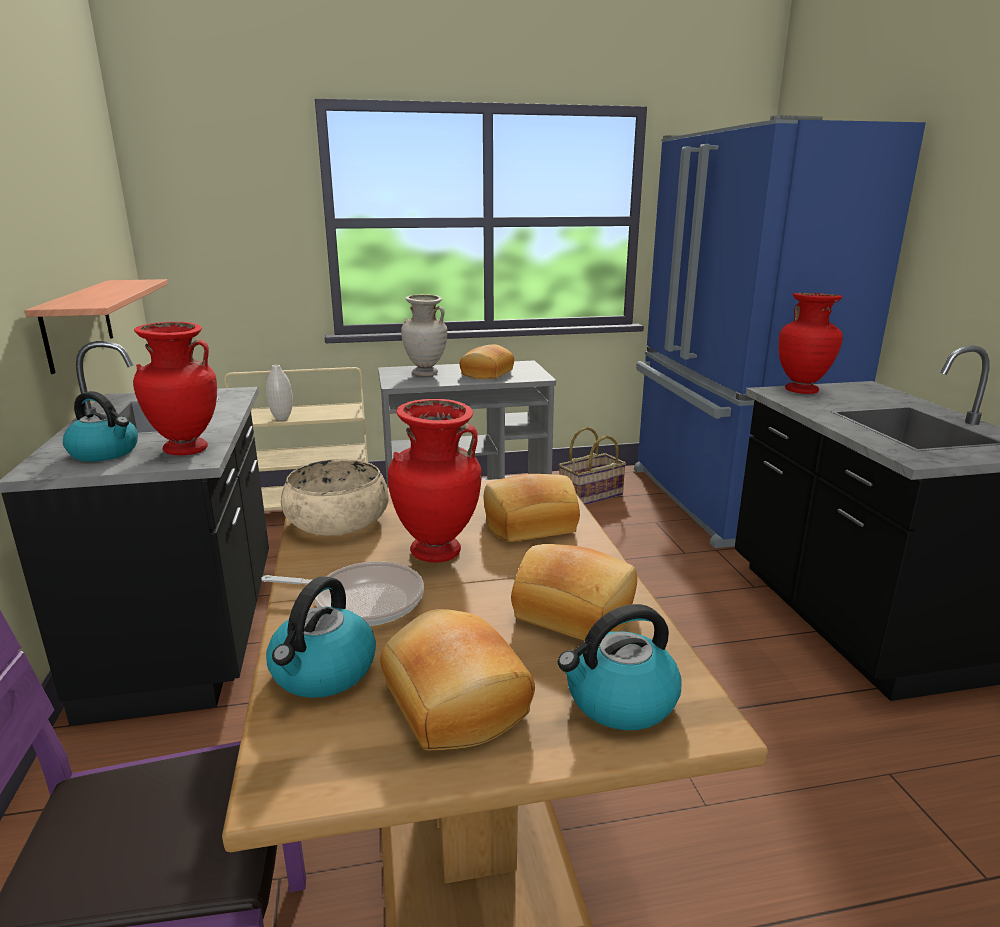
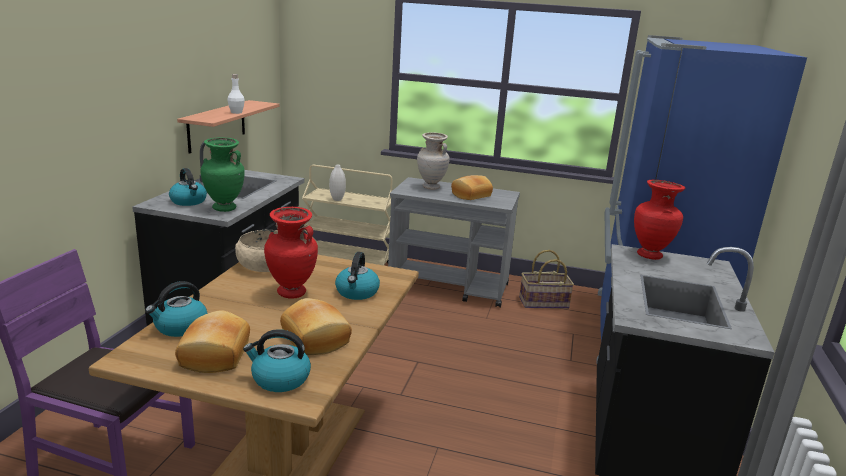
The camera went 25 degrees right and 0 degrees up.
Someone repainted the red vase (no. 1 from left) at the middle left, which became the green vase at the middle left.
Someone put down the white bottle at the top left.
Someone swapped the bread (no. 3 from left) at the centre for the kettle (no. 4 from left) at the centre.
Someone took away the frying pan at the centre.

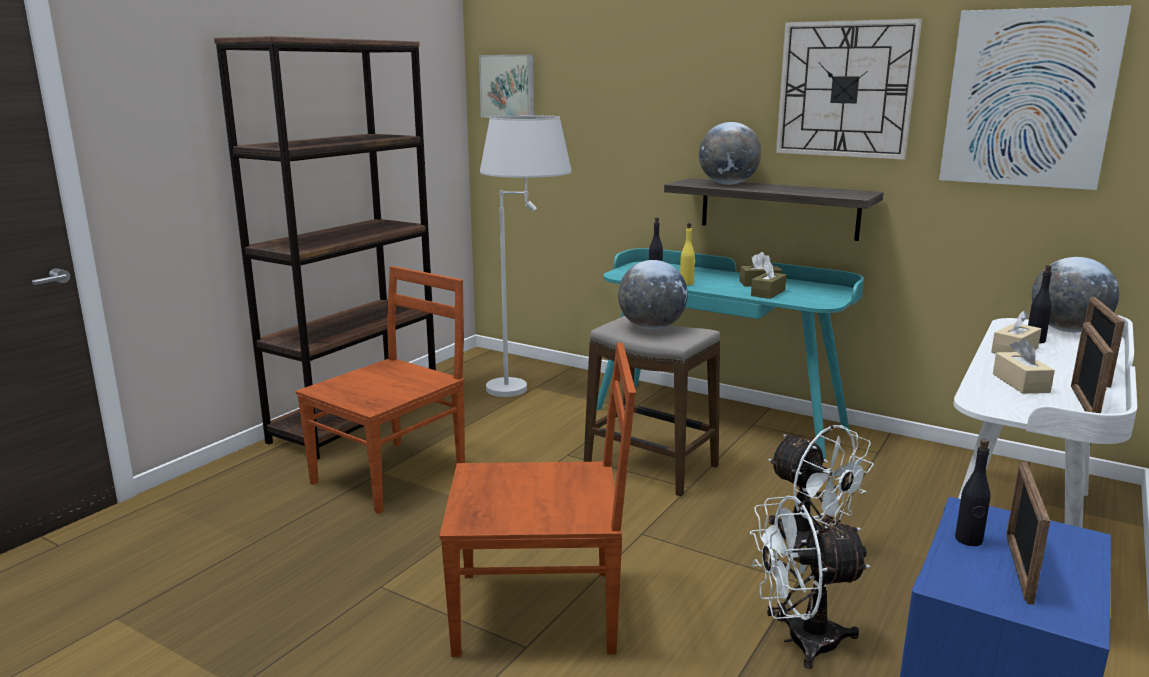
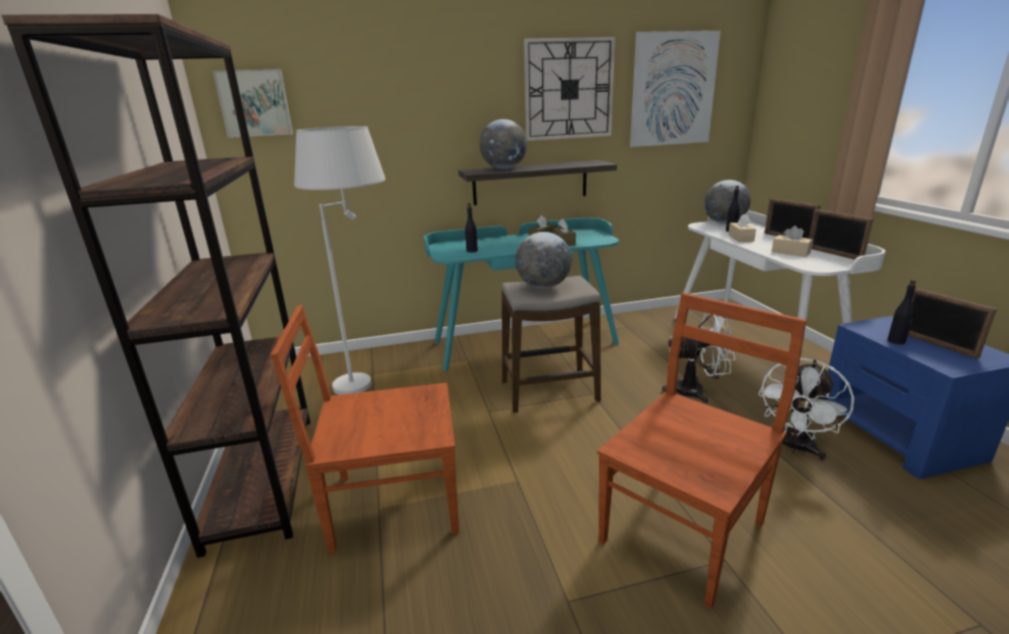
The camera went 45 degrees left and 5 degrees up.
Someone rotated the brown chair (no. 1 from left) at the middle left by 90 degrees counterclockwise.
Someone took away the yellow bottle at the centre.

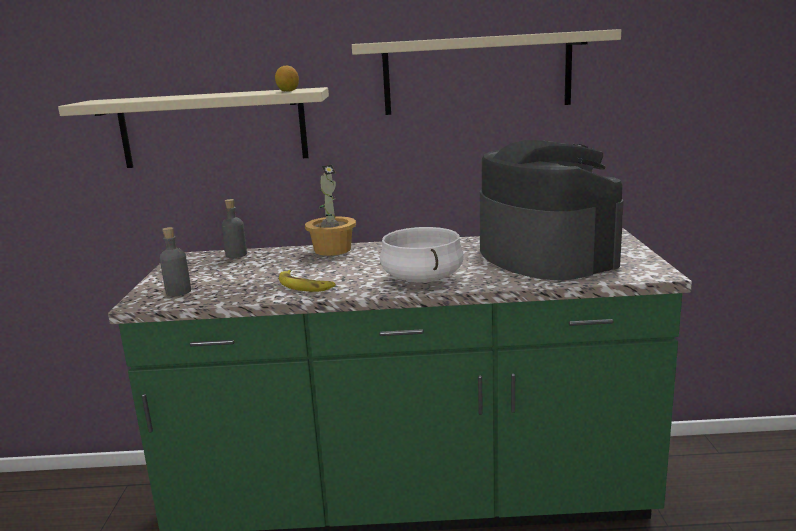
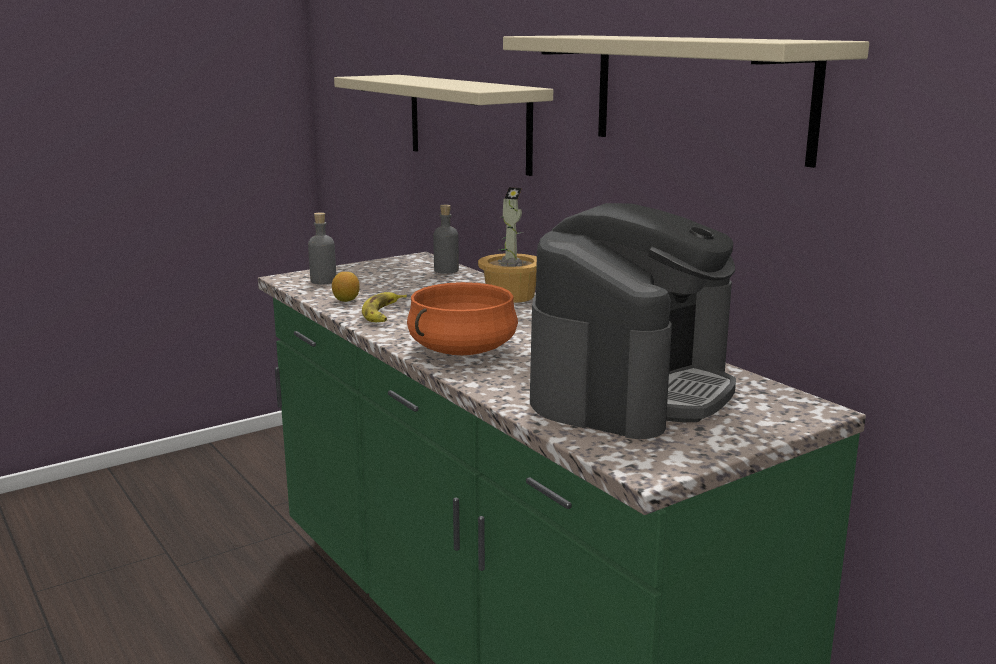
The camera went 55 degrees right and 0 degrees up.
Someone carried the lemon from the top centre to the centre.
Someone repainted the white cooking pot at the centre, which became the orange cooking pot at the centre.

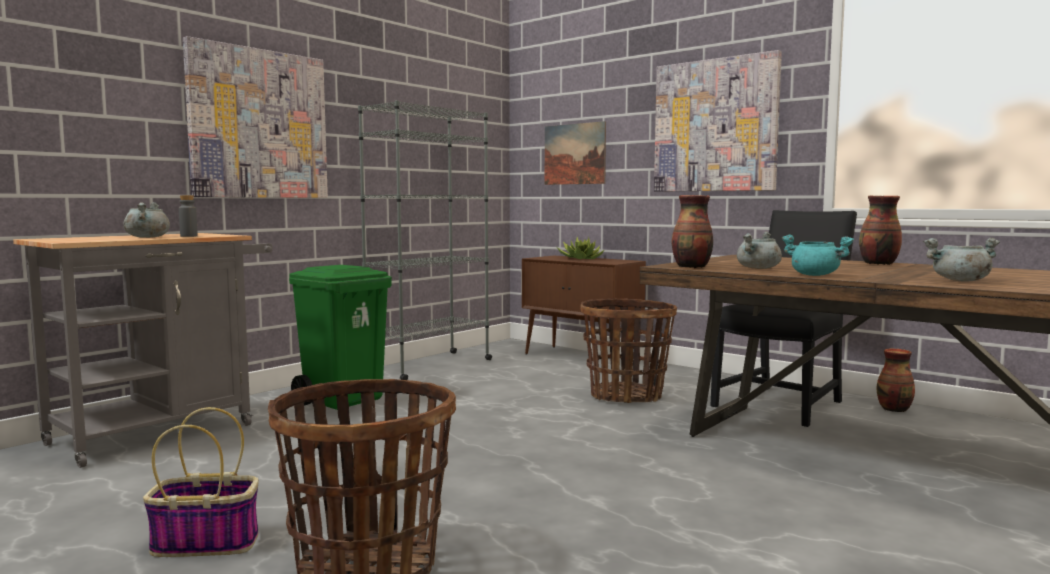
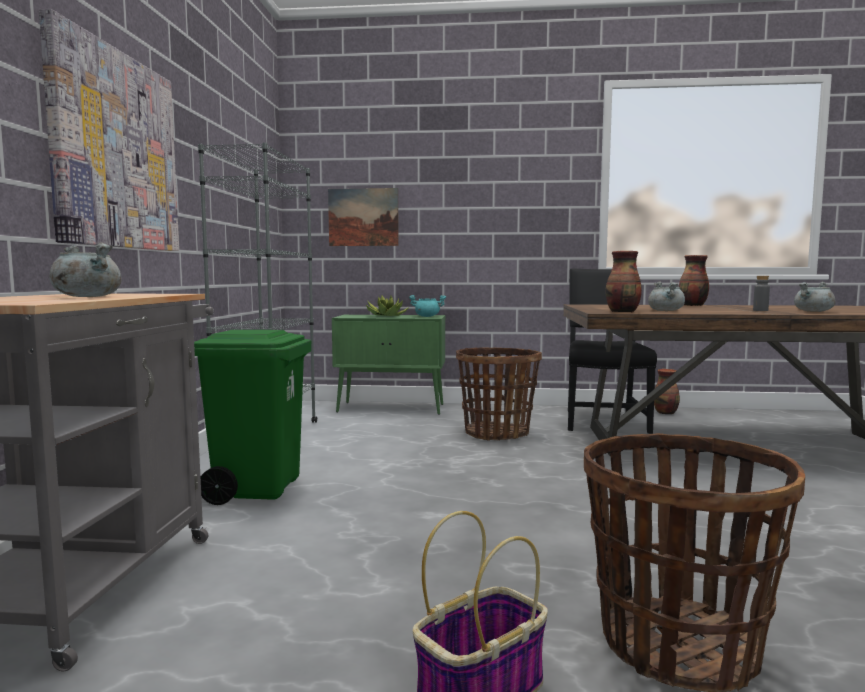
The camera went 35 degrees left and 0 degrees up.
Someone repainted the brown cabinet at the centre, which became the green cabinet at the centre.
Someone carried the turquoise cooking pot from the middle right to the centre.
Someone carried the grey bottle from the middle left to the middle right.
Someone took away the picture (no. 3 from left) at the top right.

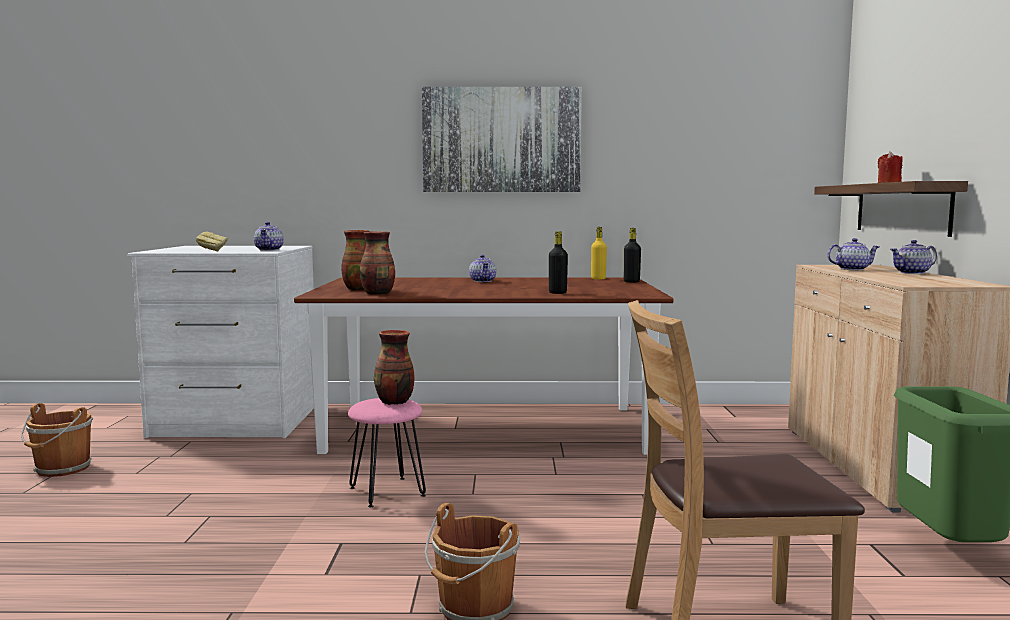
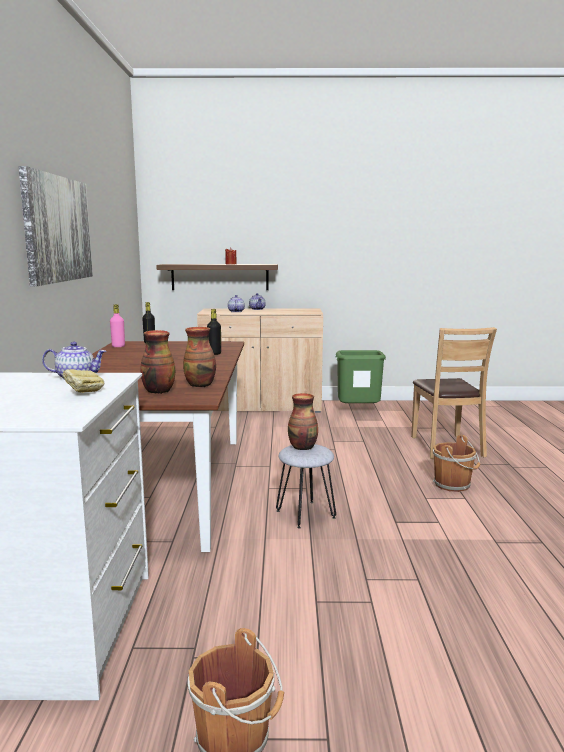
The camera went 90 degrees left and 5 degrees up.
Someone repainted the yellow bottle at the centre, which became the pink bottle at the middle left.
Someone repainted the pink stool at the bottom centre, which became the grey stool at the centre.
Someone took away the teapot (no. 2 from left) at the centre.

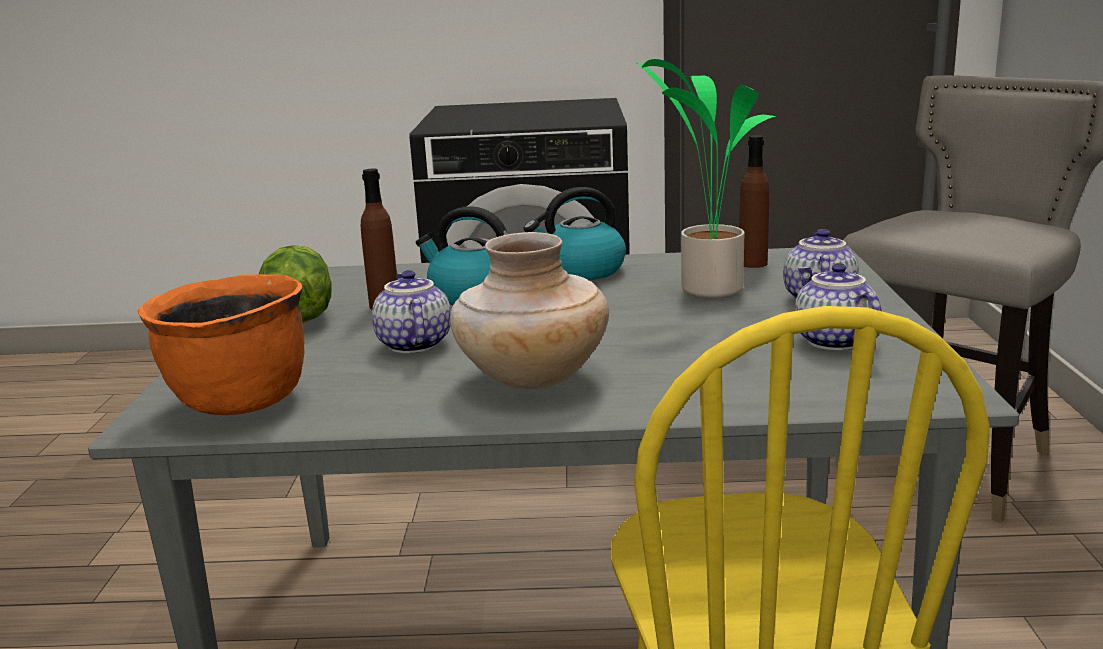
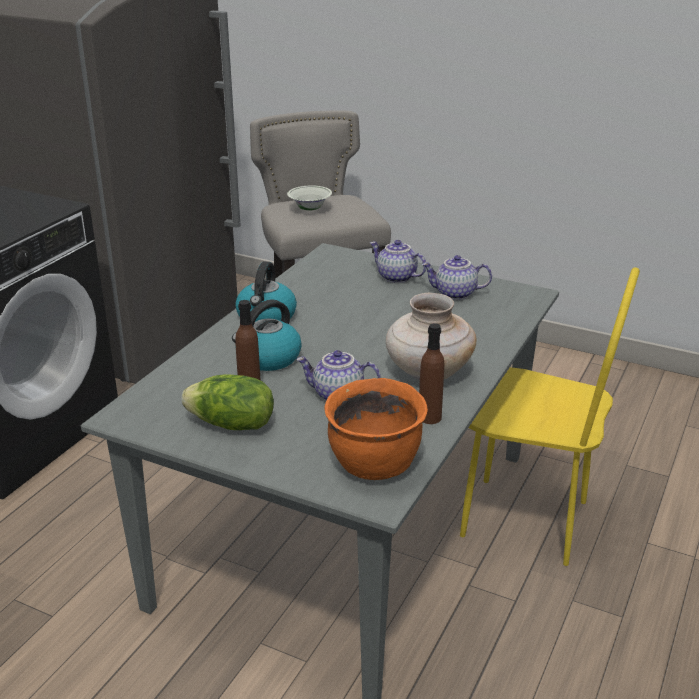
The camera went 65 degrees left and 10 degrees up.
Someone put down the white bowl at the top centre.
Someone carried the brown bottle (no. 2 from left) from the top right to the centre.
Someone took away the potted plant at the top centre.

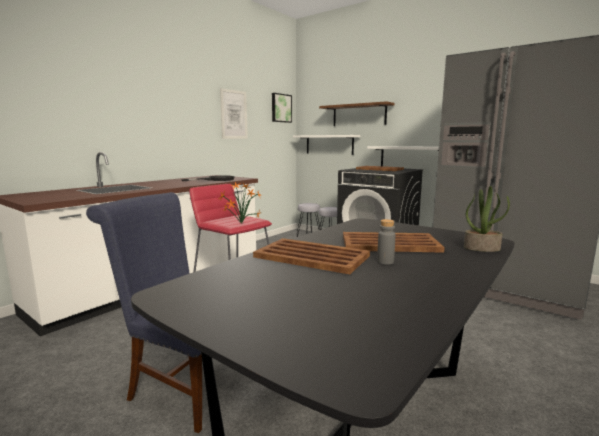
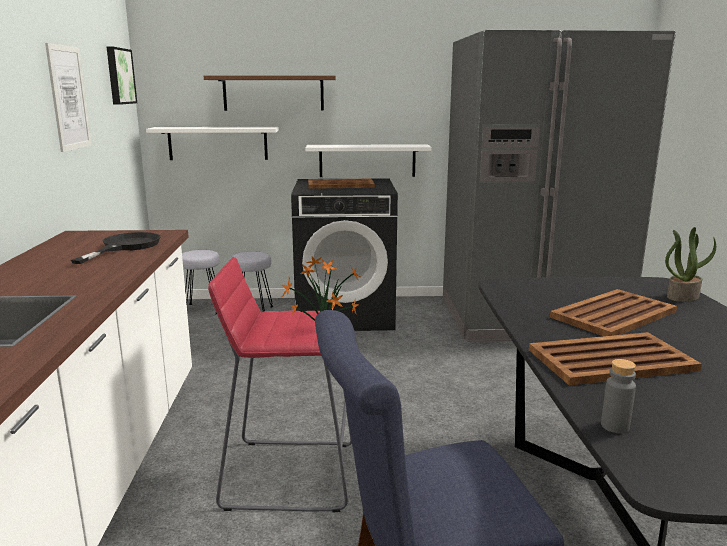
The camera went 40 degrees left and 5 degrees up.
Someone carried the grey bottle from the centre to the bottom right.

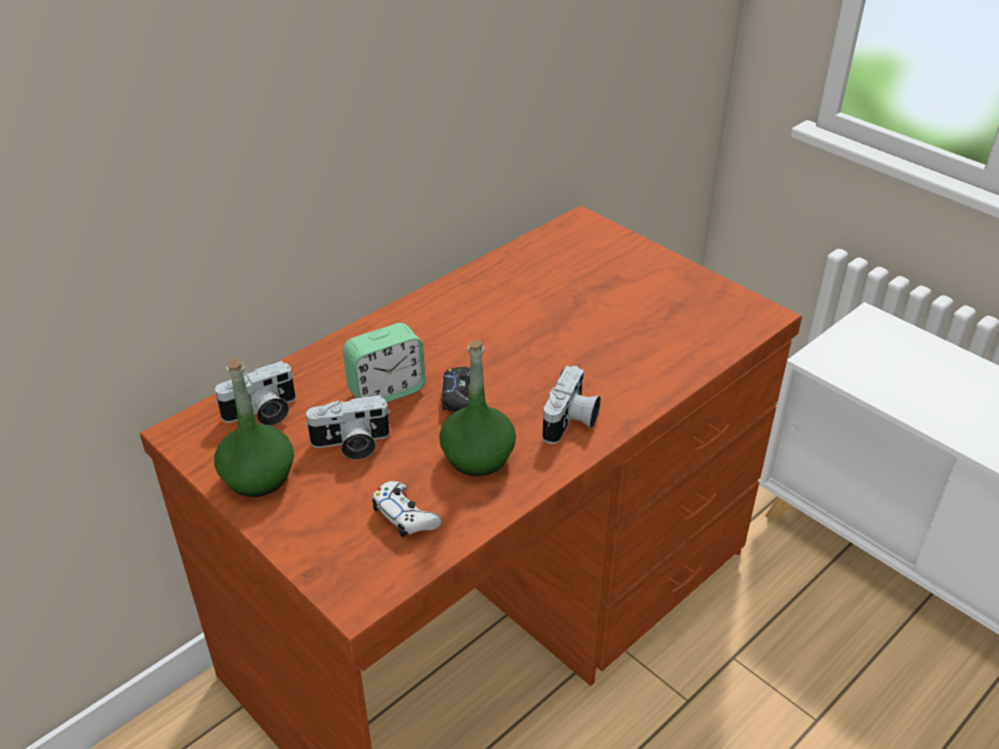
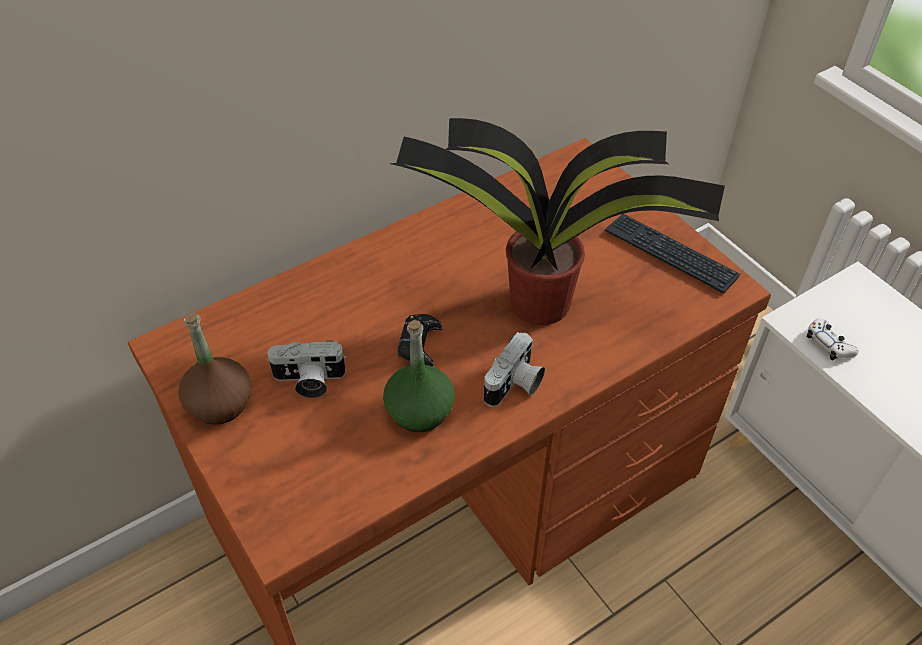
The camera went 10 degrees right and 10 degrees up.
Someone repainted the green bottle (no. 1 from left) at the middle left, which became the brown bottle at the middle left.
Someone put down the potted plant at the centre.
Someone put down the keyboard at the middle right.
Someone carried the white game controller from the bottom centre to the middle right.
Someone took away the photo camera (no. 1 from left) at the middle left.
Someone took away the alarm clock at the centre.

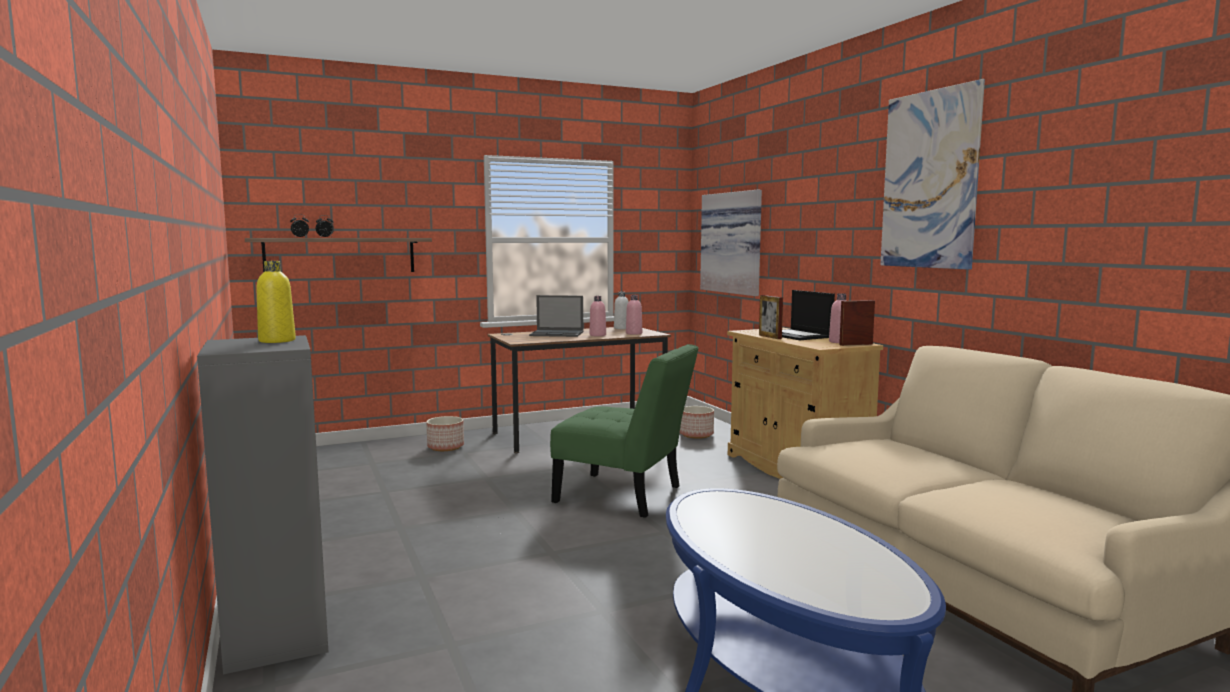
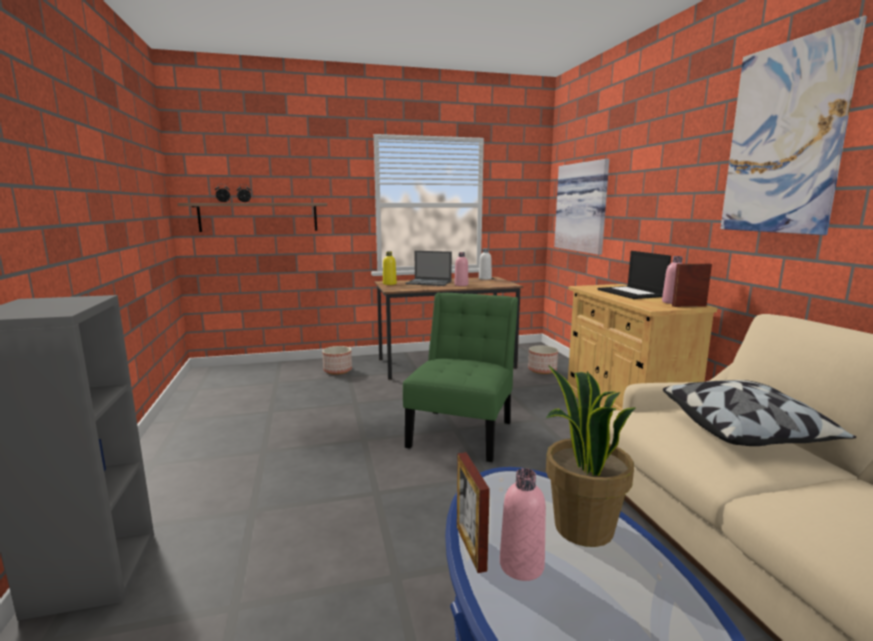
The camera went 10 degrees right and 5 degrees up.
Someone carried the yellow bottle from the middle left to the centre.
Someone rotated the green chair at the centre by 105 degrees counterclockwise.
Someone carried the picture frame (no. 1 from left) from the centre to the bottom centre.
Someone carried the pink bottle (no. 2 from left) from the centre to the bottom centre.
Someone put down the potted plant at the bottom right.
Someone put down the pillow at the middle right.

